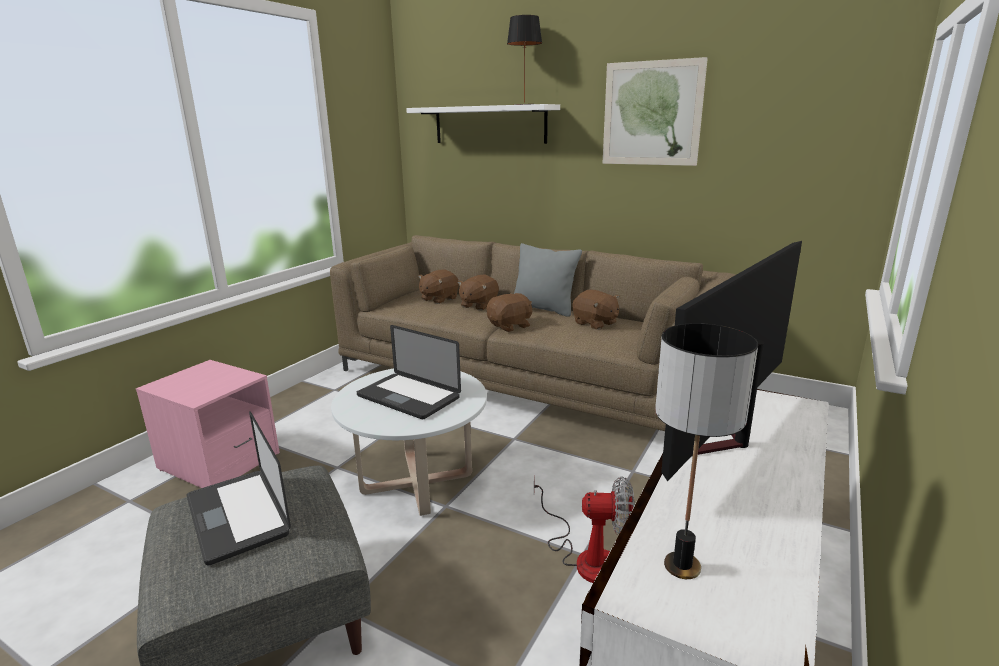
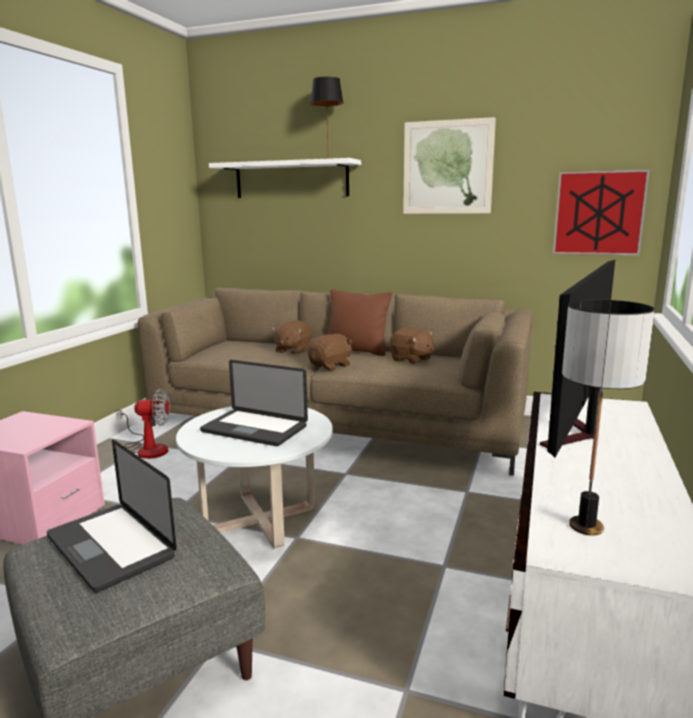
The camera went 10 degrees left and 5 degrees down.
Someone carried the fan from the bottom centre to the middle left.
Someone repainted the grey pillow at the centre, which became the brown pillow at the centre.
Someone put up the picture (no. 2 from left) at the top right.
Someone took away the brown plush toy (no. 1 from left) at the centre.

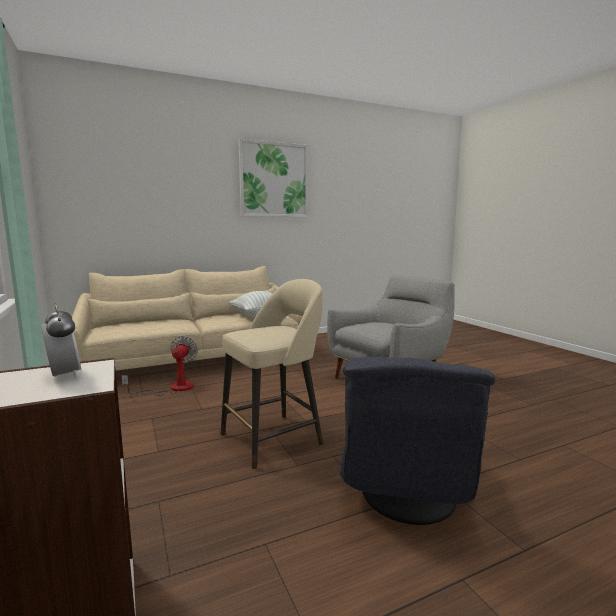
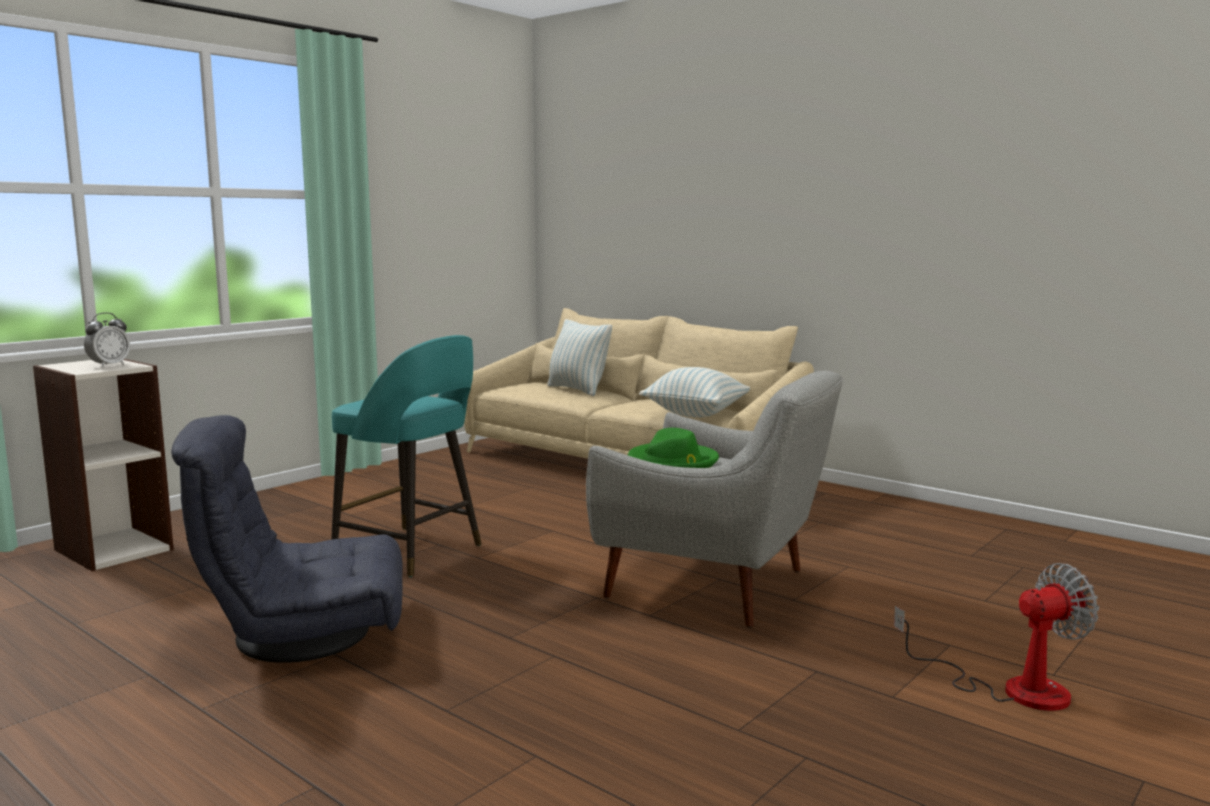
The camera went 65 degrees right and 0 degrees up.
Someone repainted the beige stool at the centre, which became the turquoise stool at the centre.
Someone put down the pillow (no. 1 from left) at the centre.
Someone put down the green hat at the centre.
Someone carried the fan from the middle left to the bottom right.
Someone took away the picture at the top centre.

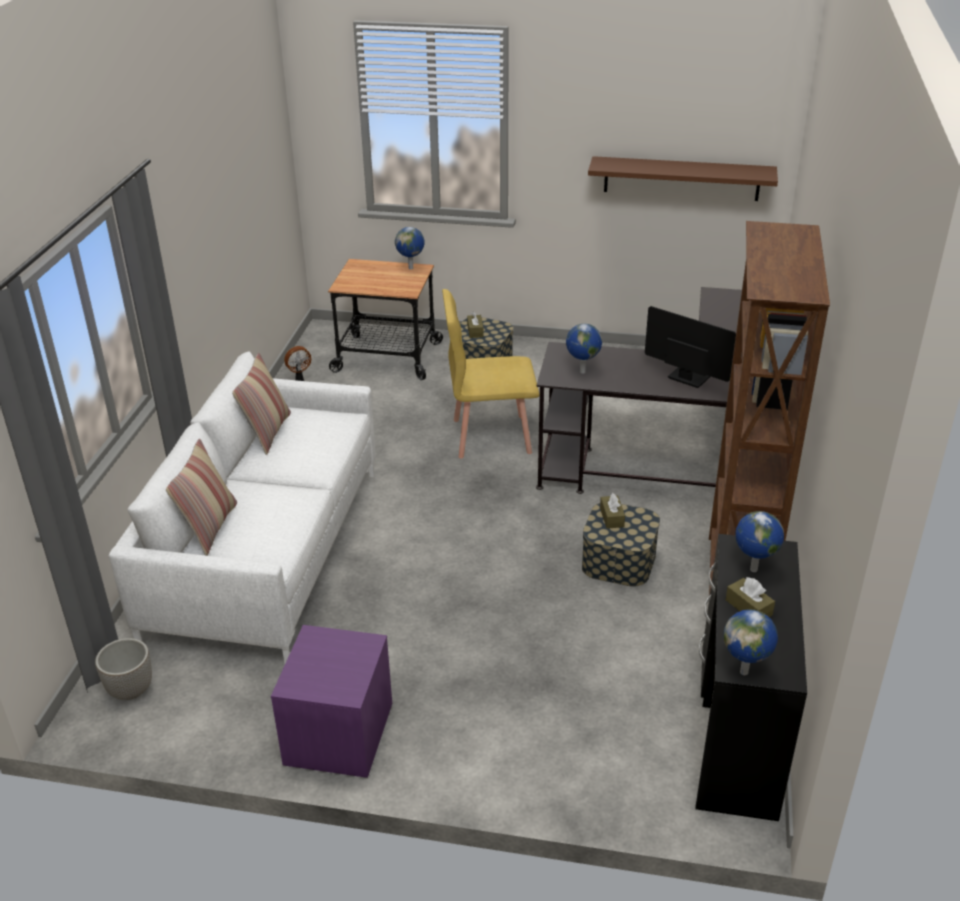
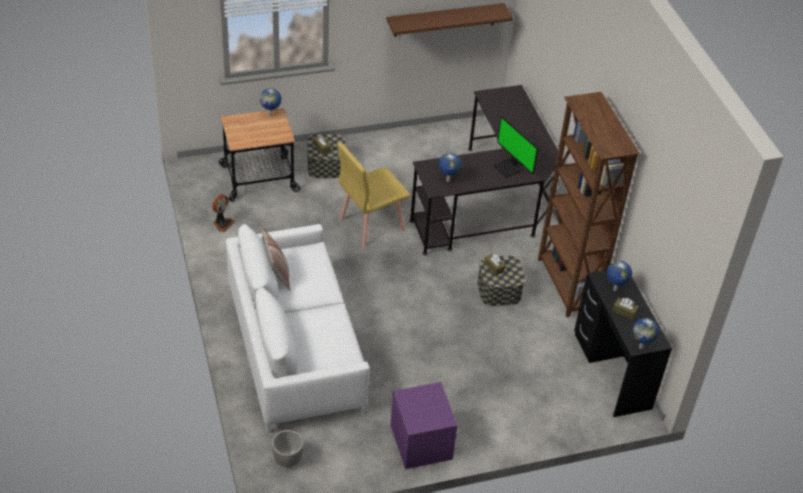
The camera went 30 degrees left and 10 degrees up.
Someone rotated the monitor at the middle right by 135 degrees counterclockwise.
Someone took away the pillow (no. 1 from left) at the middle left.

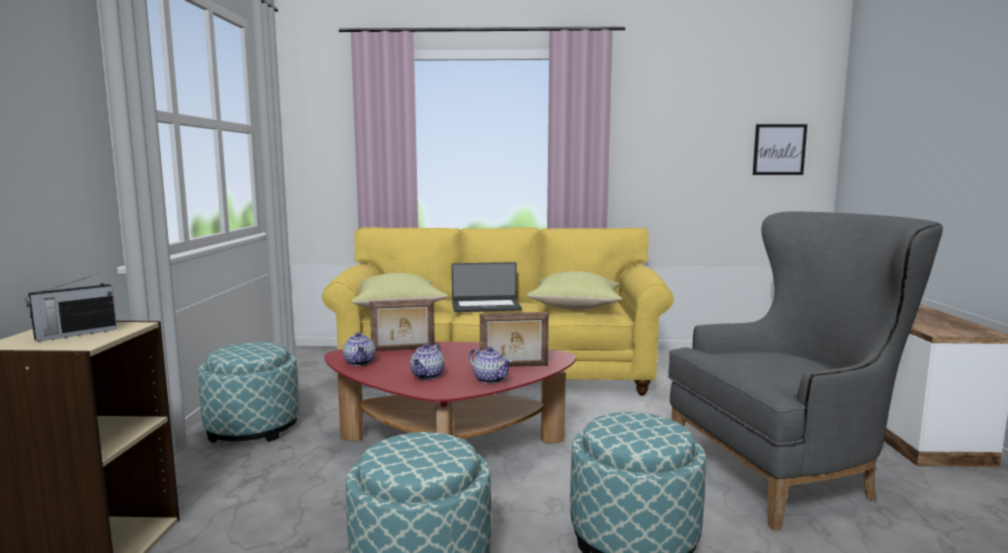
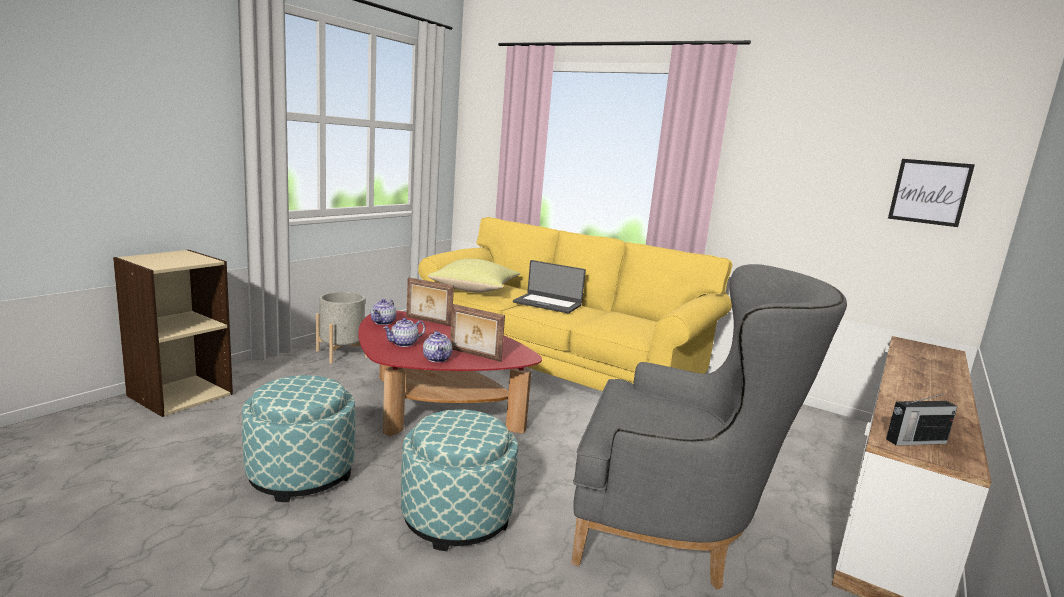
The camera went 30 degrees right and 5 degrees up.
Someone swapped the ottoman (no. 1 from left) at the bottom left for the grey planter at the middle left.
Someone carried the radio from the middle left to the bottom right.
Someone took away the yellow pillow (no. 2 from left) at the centre.

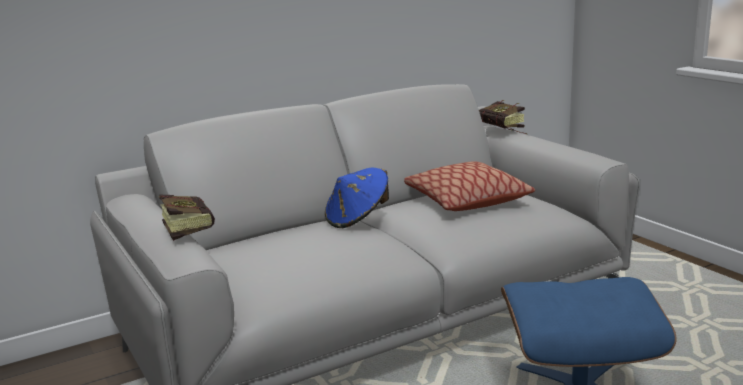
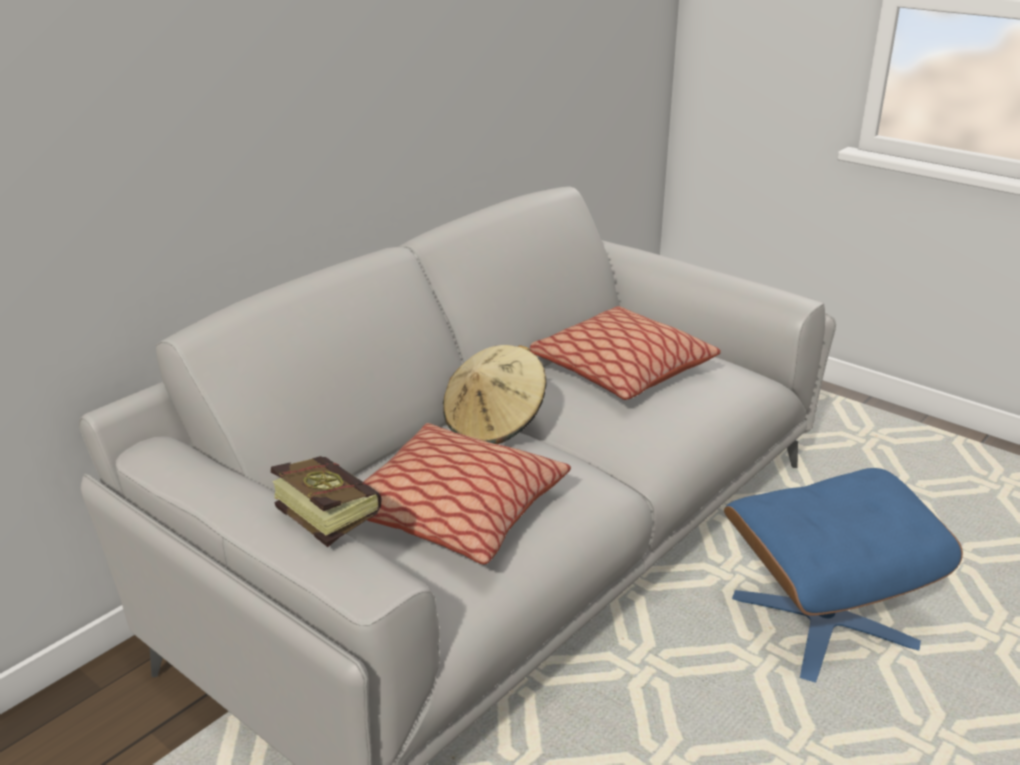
The camera went 20 degrees left and 10 degrees up.
Someone put down the pillow (no. 1 from left) at the centre.
Someone repainted the blue hat at the centre, which became the beige hat at the centre.
Someone took away the book (no. 2 from left) at the top right.

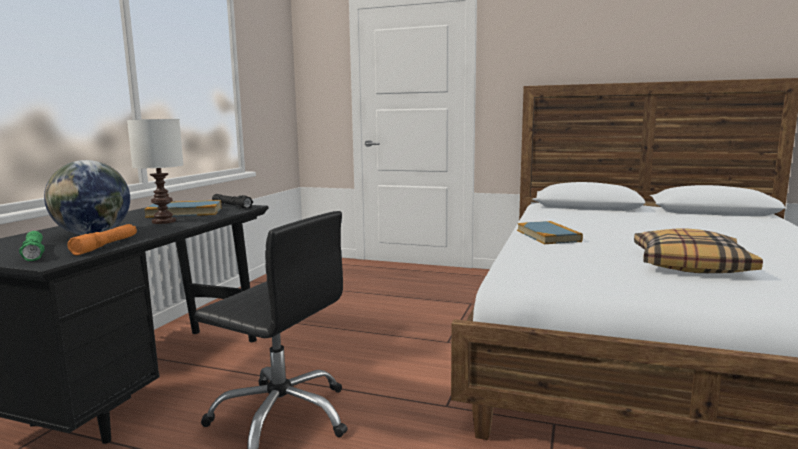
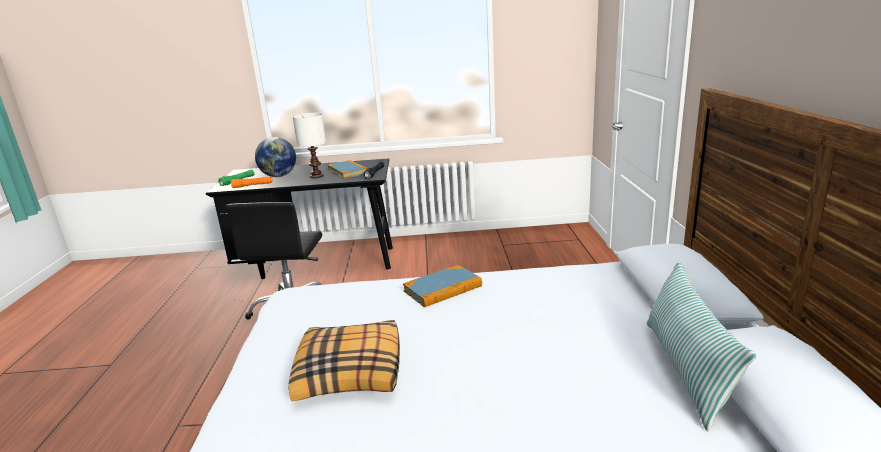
The camera went 70 degrees right and 10 degrees up.
Someone put down the pillow (no. 2 from left) at the bottom right.

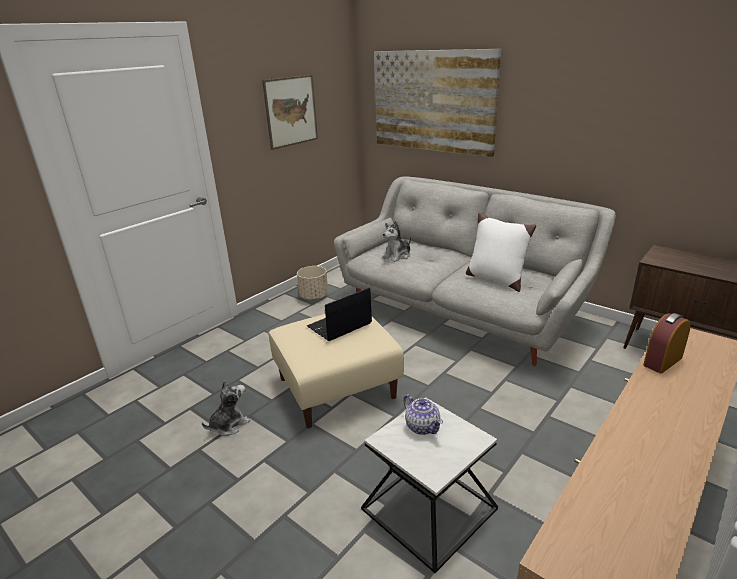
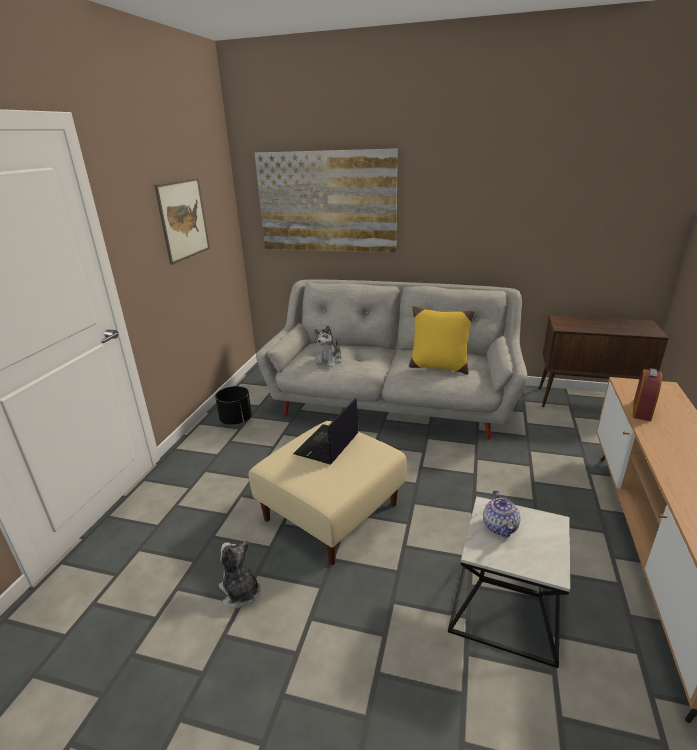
The camera went 25 degrees left and 0 degrees up.
Someone repainted the beige planter at the centre, which became the black planter at the centre.
Someone rotated the plush toy (no. 1 from left) at the bottom left by 60 degrees counterclockwise.
Someone repainted the white pillow at the middle right, which became the yellow pillow at the centre.
Someone rotated the teapot at the bottom centre by 60 degrees clockwise.

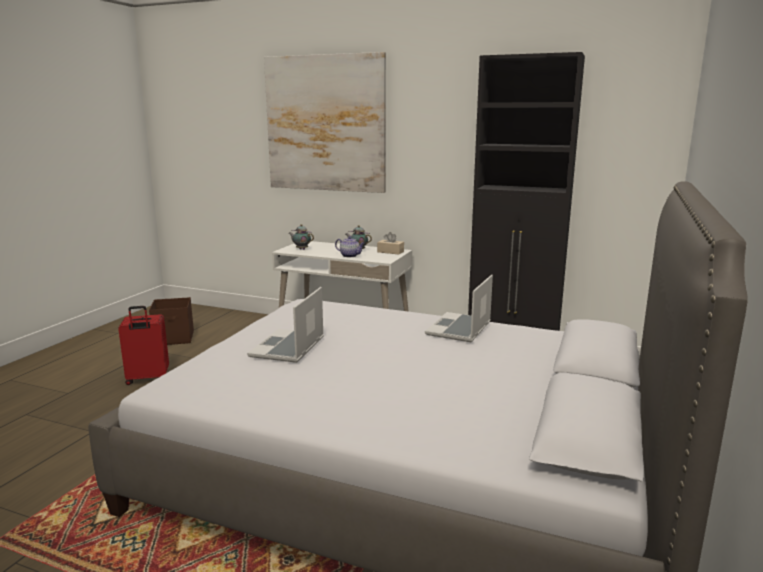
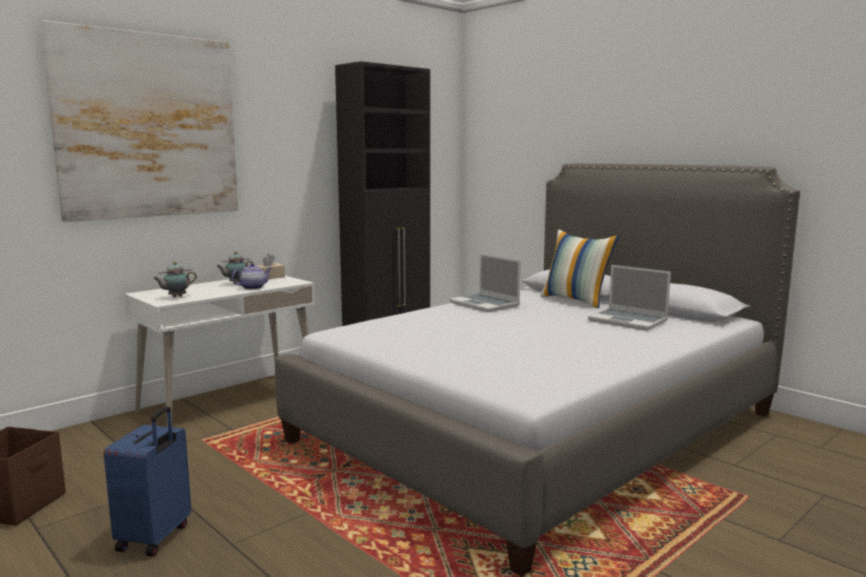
The camera went 65 degrees left and 5 degrees down.
Someone repainted the red suitcase at the middle left, which became the blue suitcase at the bottom left.
Someone put down the pillow at the middle right.
Someone carried the laptop (no. 1 from left in the first image) from the centre to the middle right.

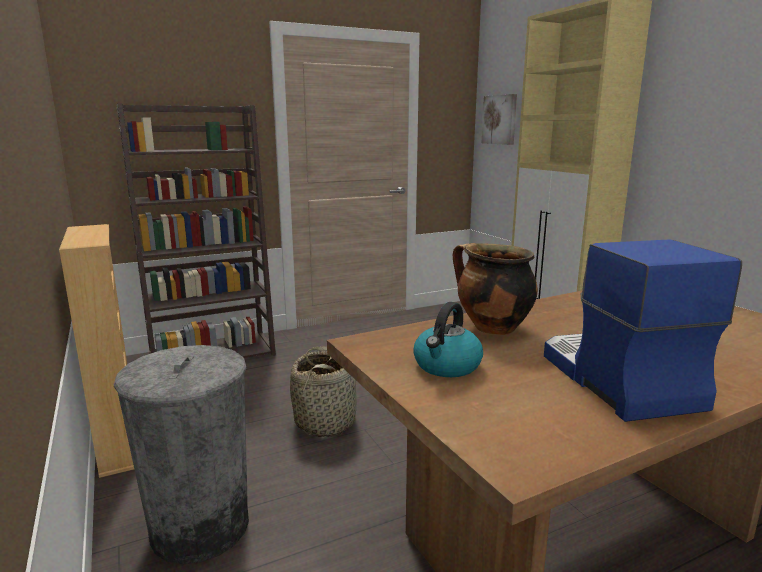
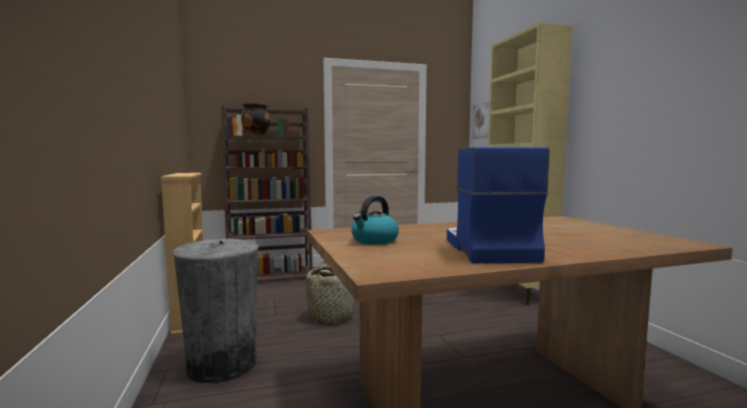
The camera went 10 degrees right and 10 degrees down.
Someone carried the cooking pot from the centre to the top centre.

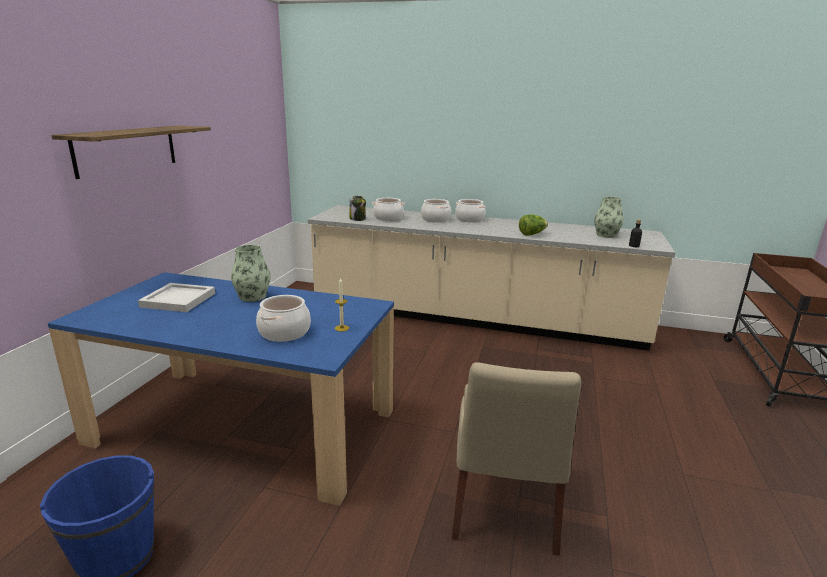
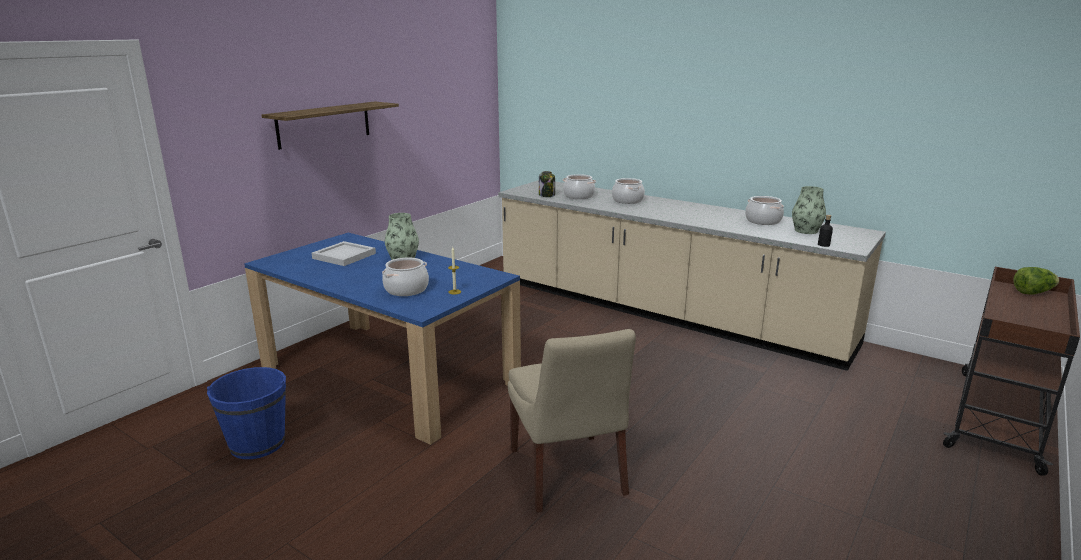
The camera went 20 degrees right and 0 degrees up.
Someone rotated the beige chair at the bottom centre by 45 degrees counterclockwise.
Someone carried the cooking pot (no. 4 from left) from the centre to the middle right.
Someone carried the lettuce from the centre to the middle right.

